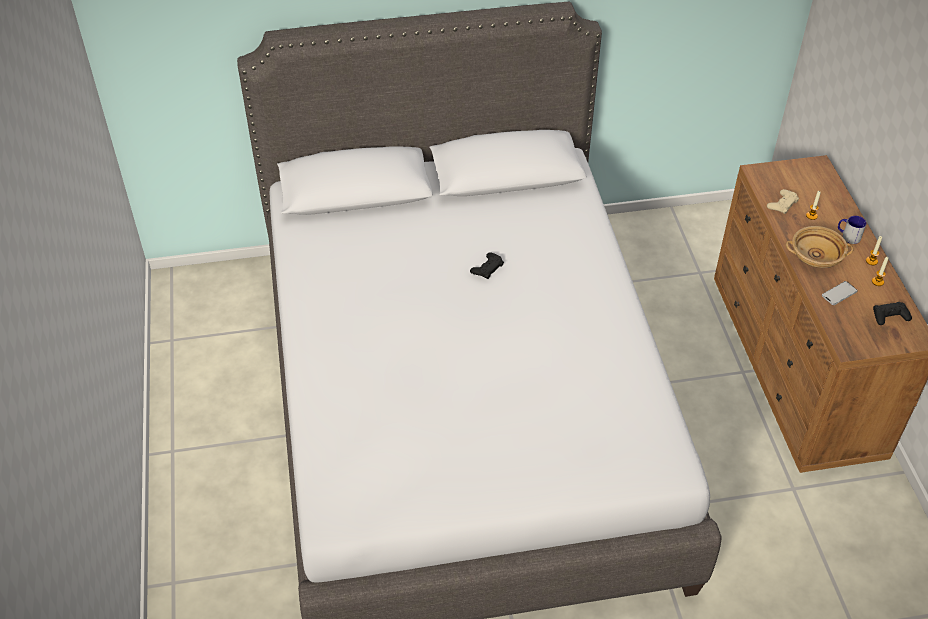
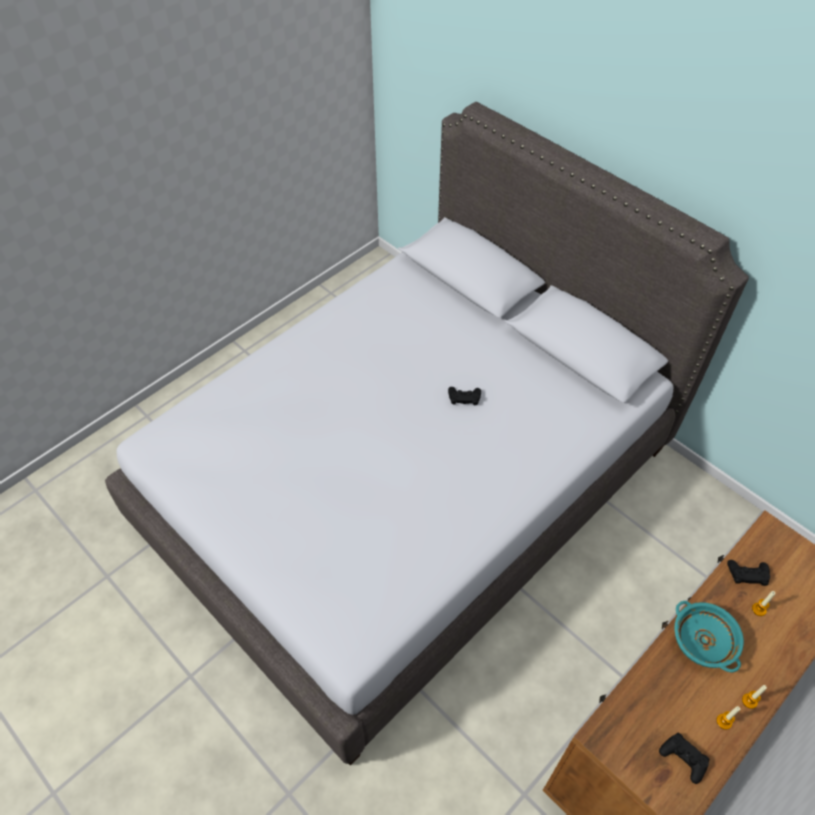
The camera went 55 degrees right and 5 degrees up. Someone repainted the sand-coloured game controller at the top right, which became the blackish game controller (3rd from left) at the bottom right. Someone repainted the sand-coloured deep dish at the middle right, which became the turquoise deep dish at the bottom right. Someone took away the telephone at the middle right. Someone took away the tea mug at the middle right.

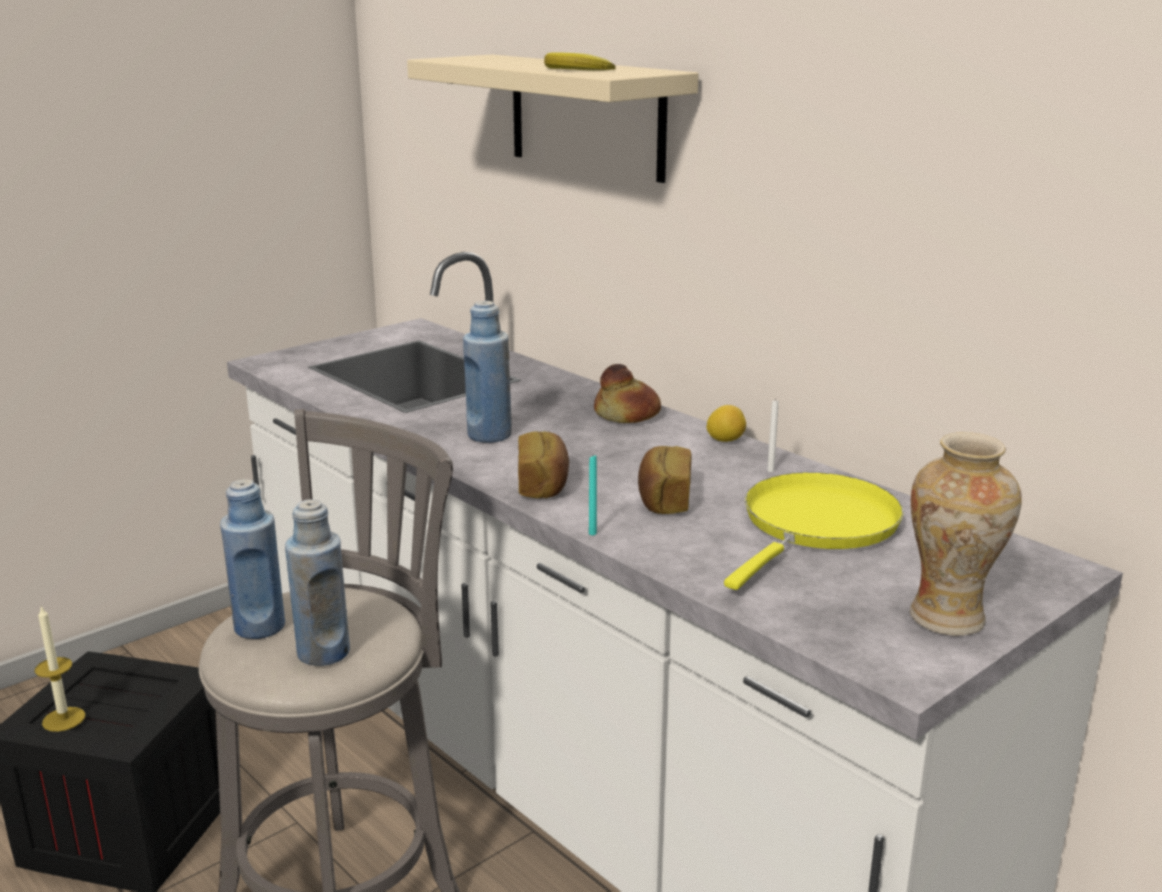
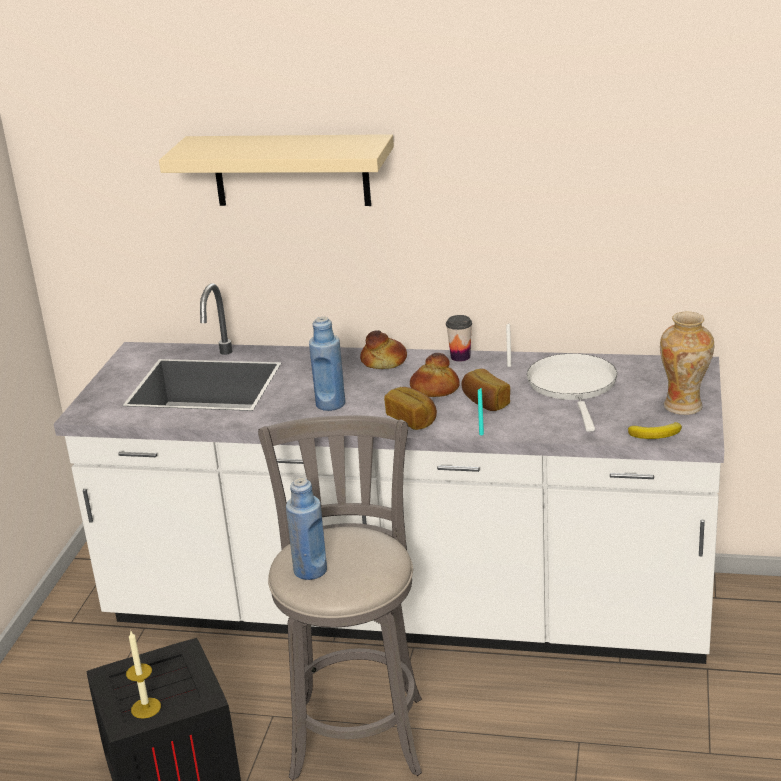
The camera went 35 degrees left and 5 degrees up. Someone took away the blue-coloured bottle (2nd from left) at the middle left. Someone carried the banana from the top centre to the middle right. Someone swapped the lemon at the centre for the cup at the centre. Someone repainted the yellow frying pan at the middle right, which became the whitish frying pan at the middle right. Someone put down the bread (3rd from left) at the centre.

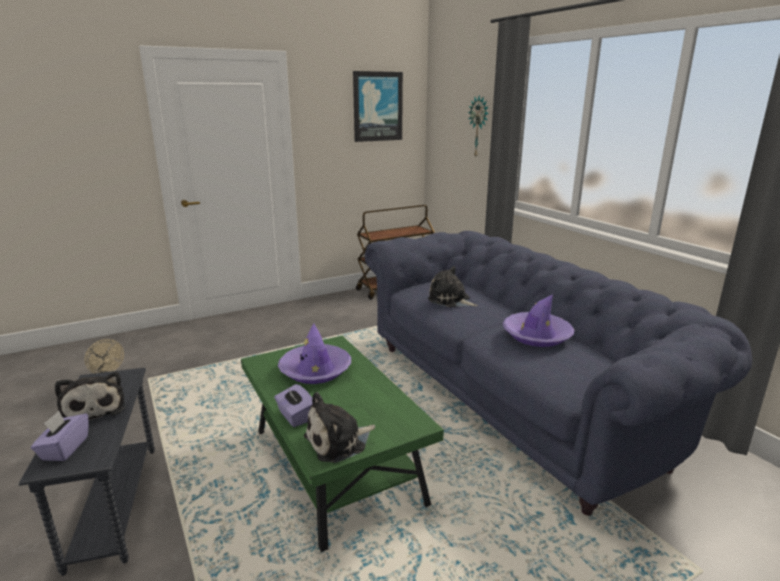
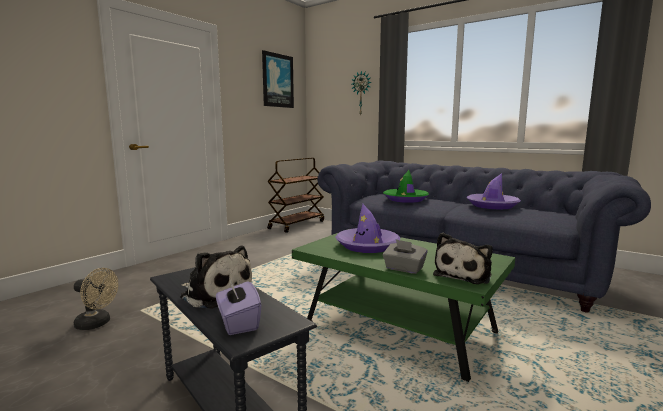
The camera went 25 degrees left and 10 degrees down. Someone repainted the purple tissue holder (2nd from left) at the bottom centre, which became the greyish tissue holder at the centre. Someone swapped the soft toy (3rd from left) at the centre for the green-coloured clothing hat at the centre.

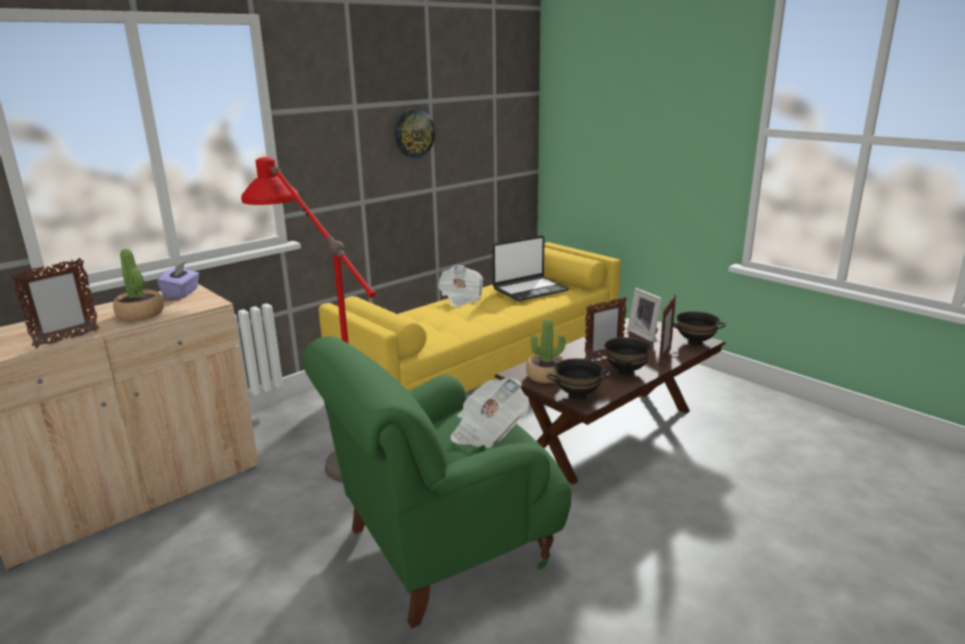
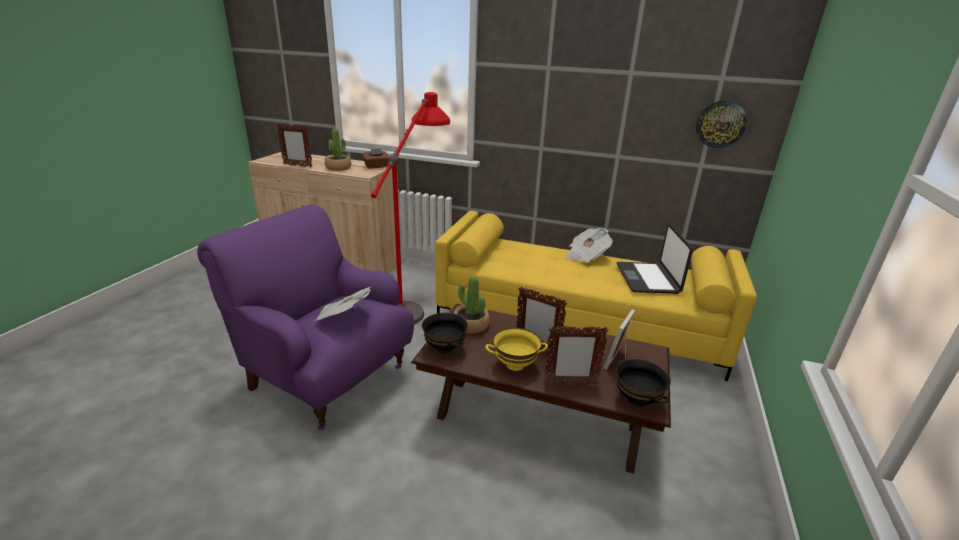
The camera went 60 degrees right and 5 degrees up. Someone repainted the purple tissue holder at the middle left, which became the brown tissue holder at the top centre. Someone repainted the green-coloured armchair at the bottom centre, which became the purple armchair at the middle left. Someone carried the hanging clock from the top centre to the top right. Someone rotated the portable computer at the centre by 60 degrees clockwise. Someone repainted the blackish deep dish (2nd from left) at the centre, which became the yellow deep dish at the centre.

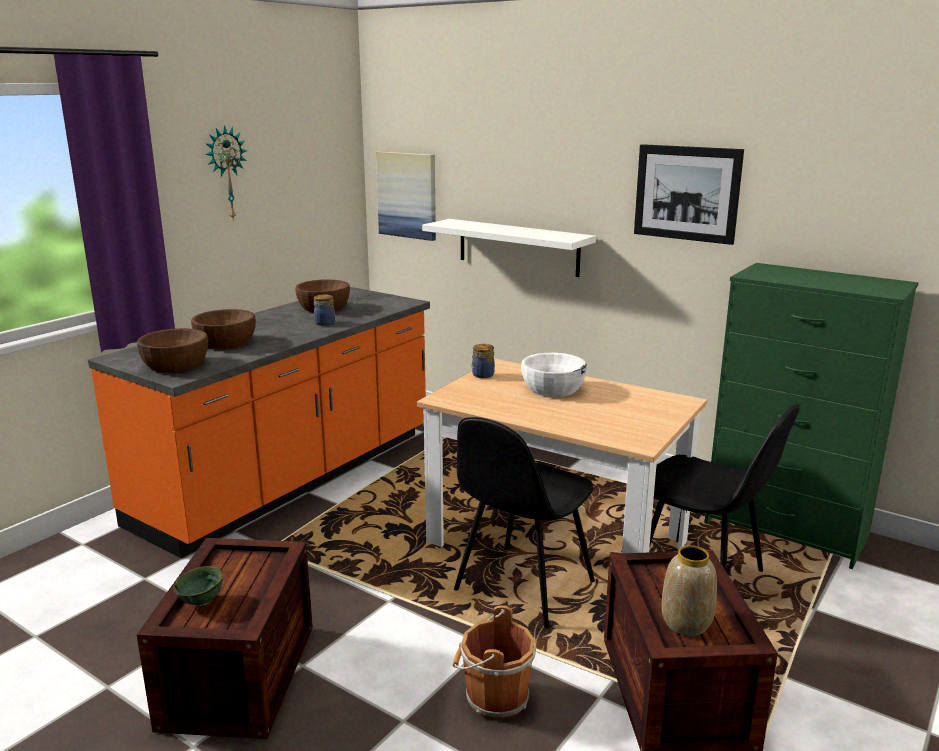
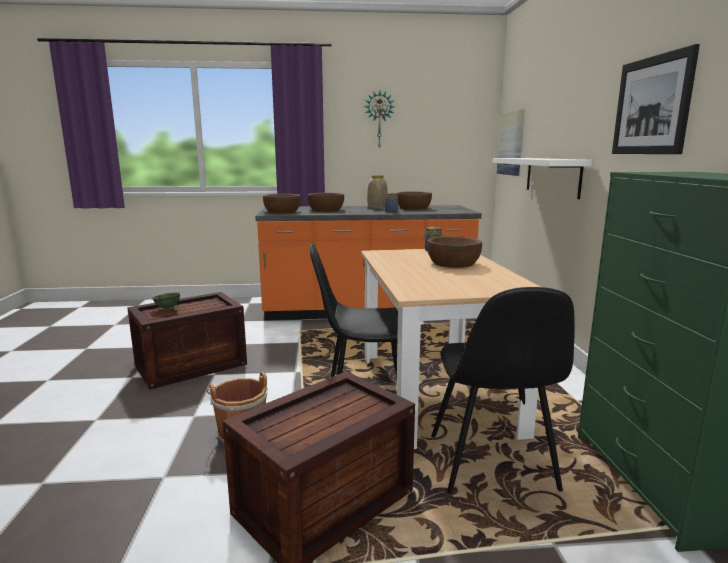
The camera went 50 degrees right and 5 degrees down. Someone repainted the whitish deep dish at the centre, which became the brown deep dish (4th from left) at the centre. Someone carried the flower vase from the bottom right to the centre.

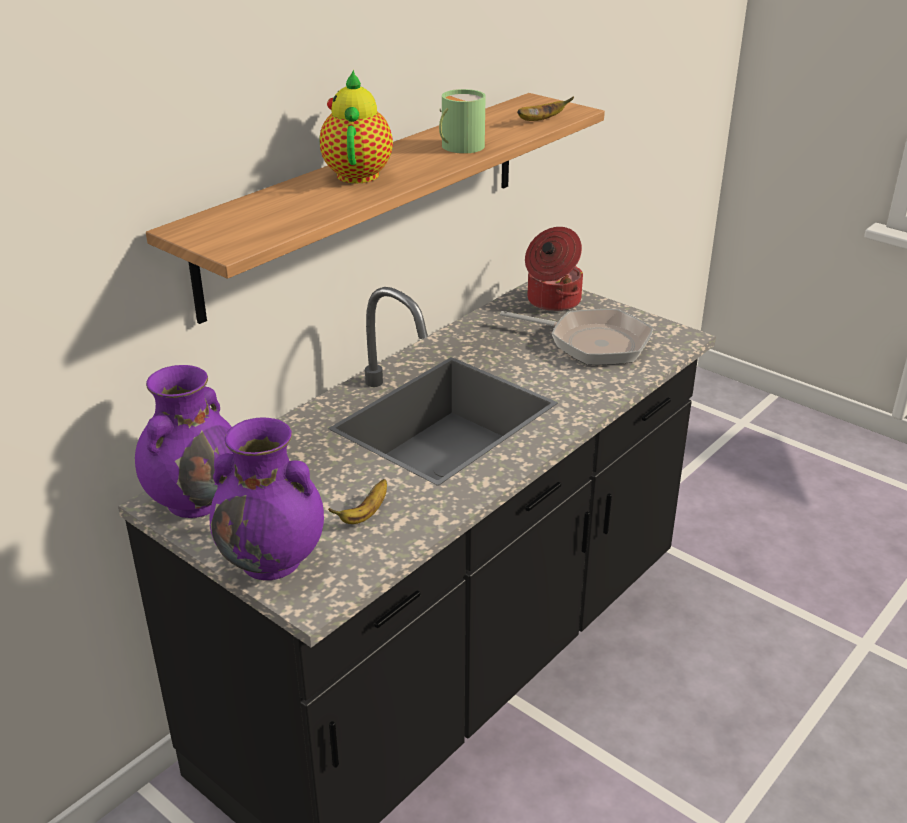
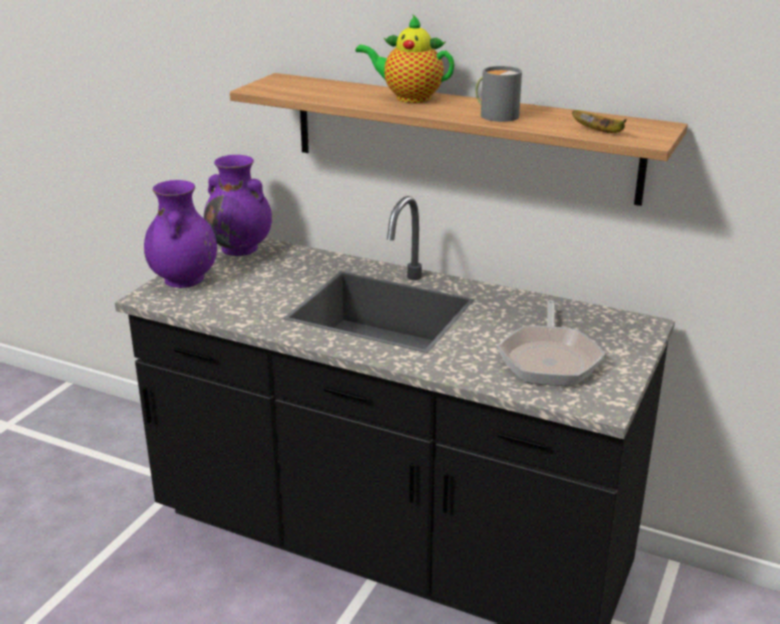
The camera went 75 degrees right and 5 degrees down. Someone rotated the pot for tea at the top centre by 150 degrees counterclockwise. Someone took away the banana (1st from left) at the centre. Someone repainted the green-coloured tea mug at the top centre, which became the greyish tea mug at the top centre. Someone took away the saucepot at the top centre.

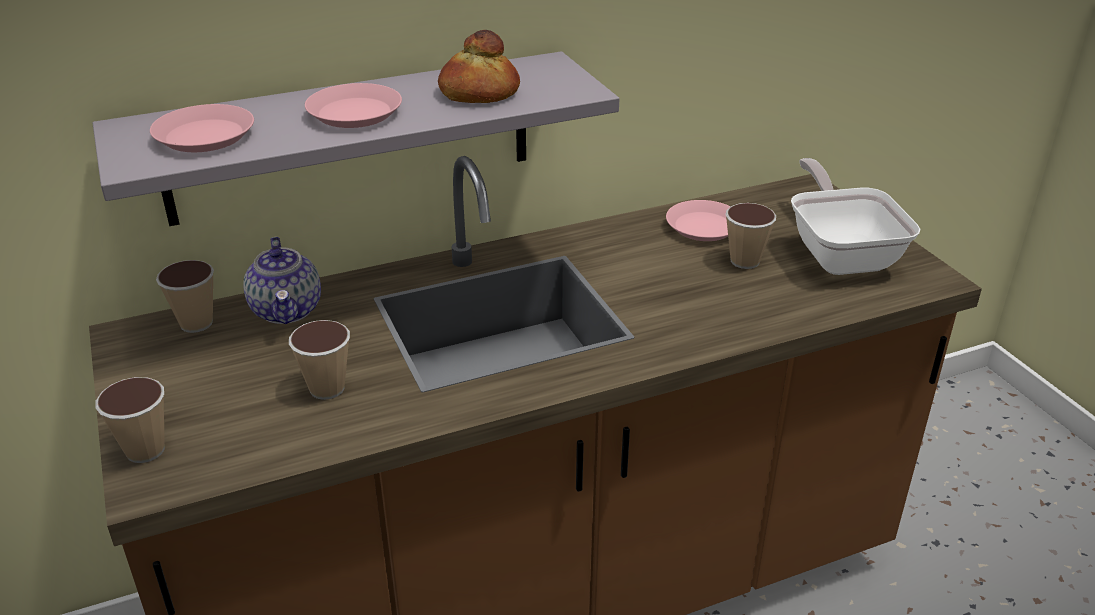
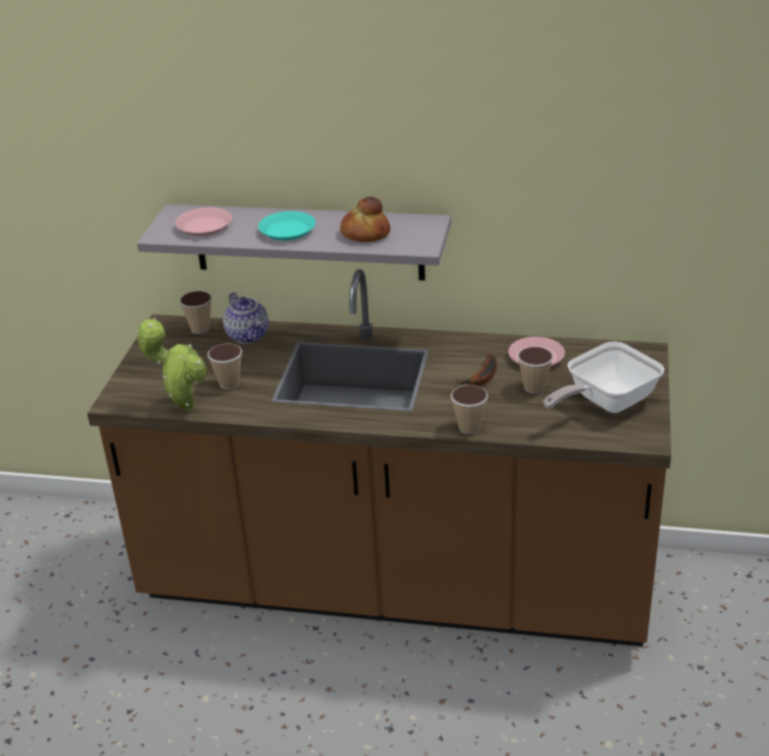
The camera went 35 degrees right and 0 degrees up. Someone carried the cup (1st from left in the first image) from the bottom left to the centre. Someone rotated the pot for tea at the middle left by 45 degrees counterclockwise. Someone repainted the pink-coloured flat dish (2nd from left) at the top left, which became the turquoise flat dish at the top centre. Someone rotated the frying pan at the middle right by 150 degrees counterclockwise. Someone put down the plant in a pot at the middle left. Someone put down the banana at the centre.

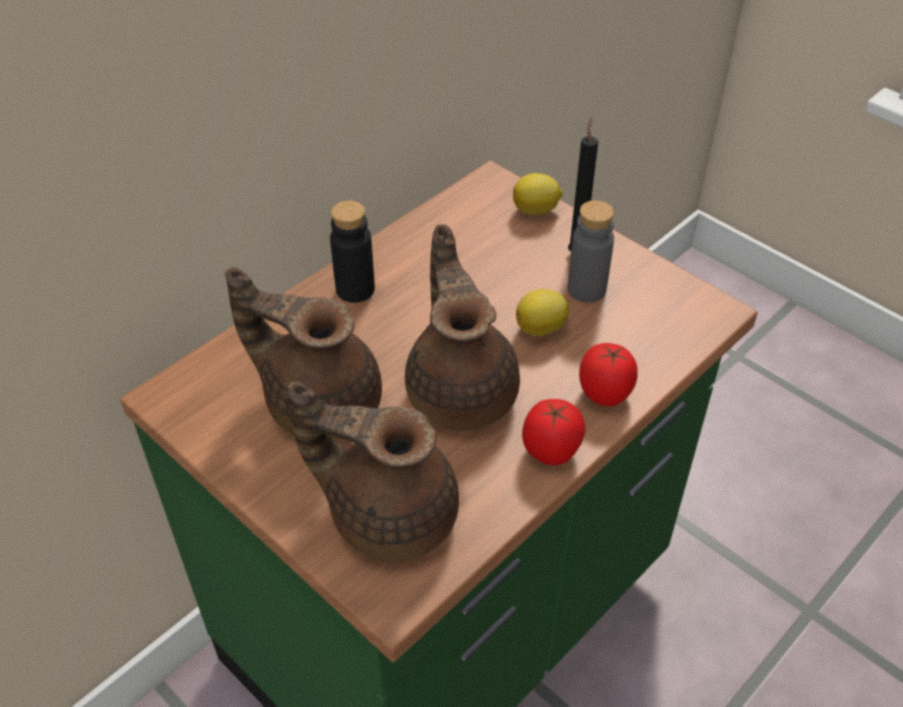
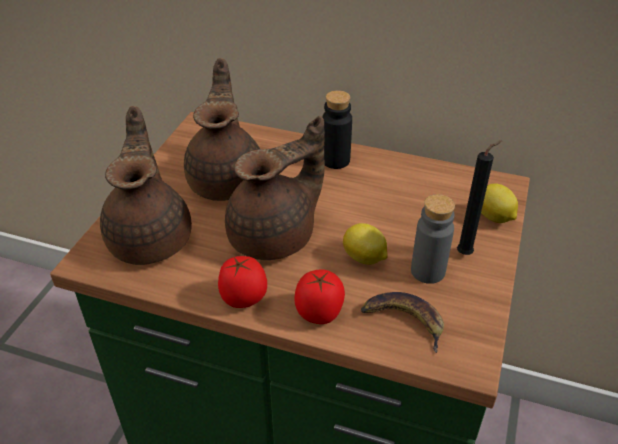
The camera went 65 degrees right and 5 degrees down. Someone put down the banana at the bottom centre.

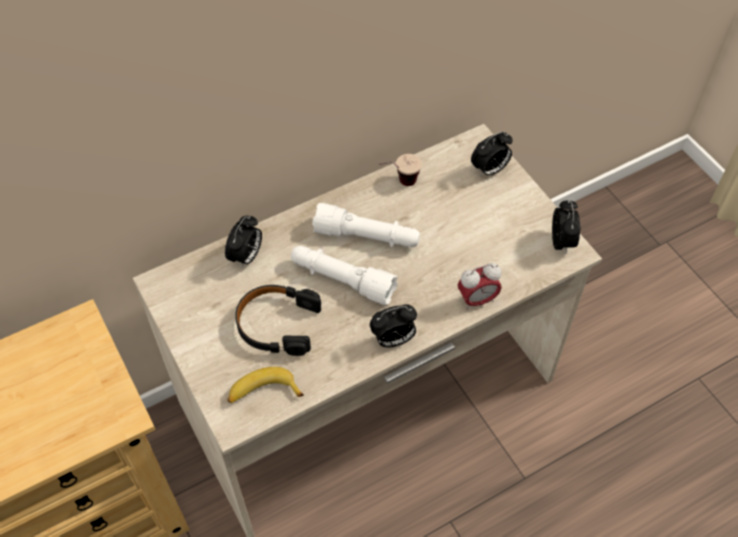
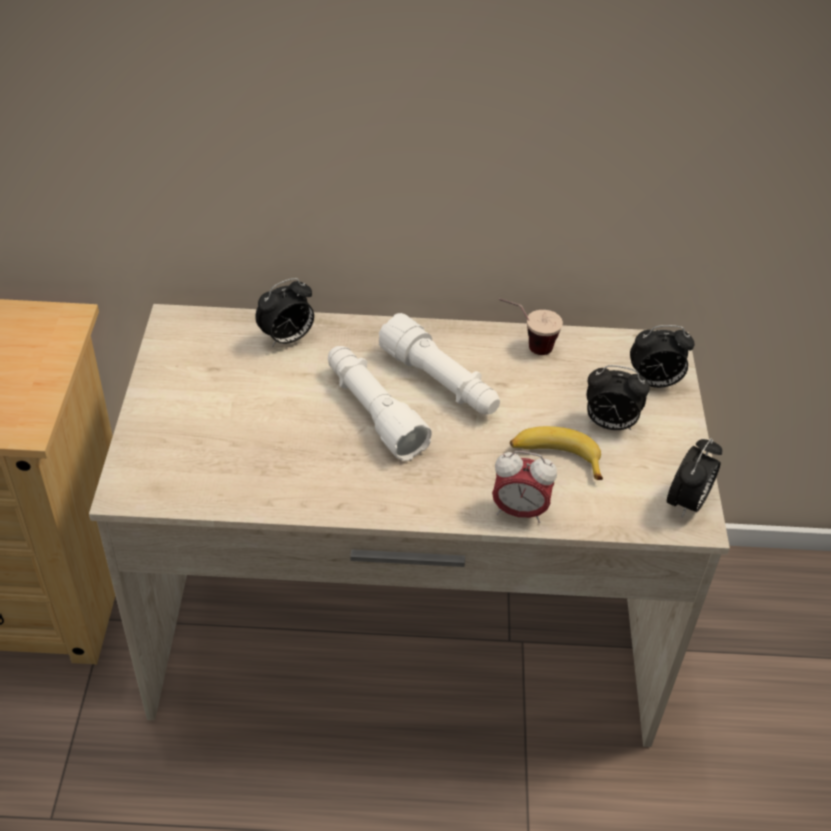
The camera went 30 degrees right and 10 degrees down. Someone carried the banana from the bottom centre to the middle right. Someone took away the blackish pair of headphones at the centre. Someone carried the alarm clock (2nd from left in the first image) from the centre to the middle right.

